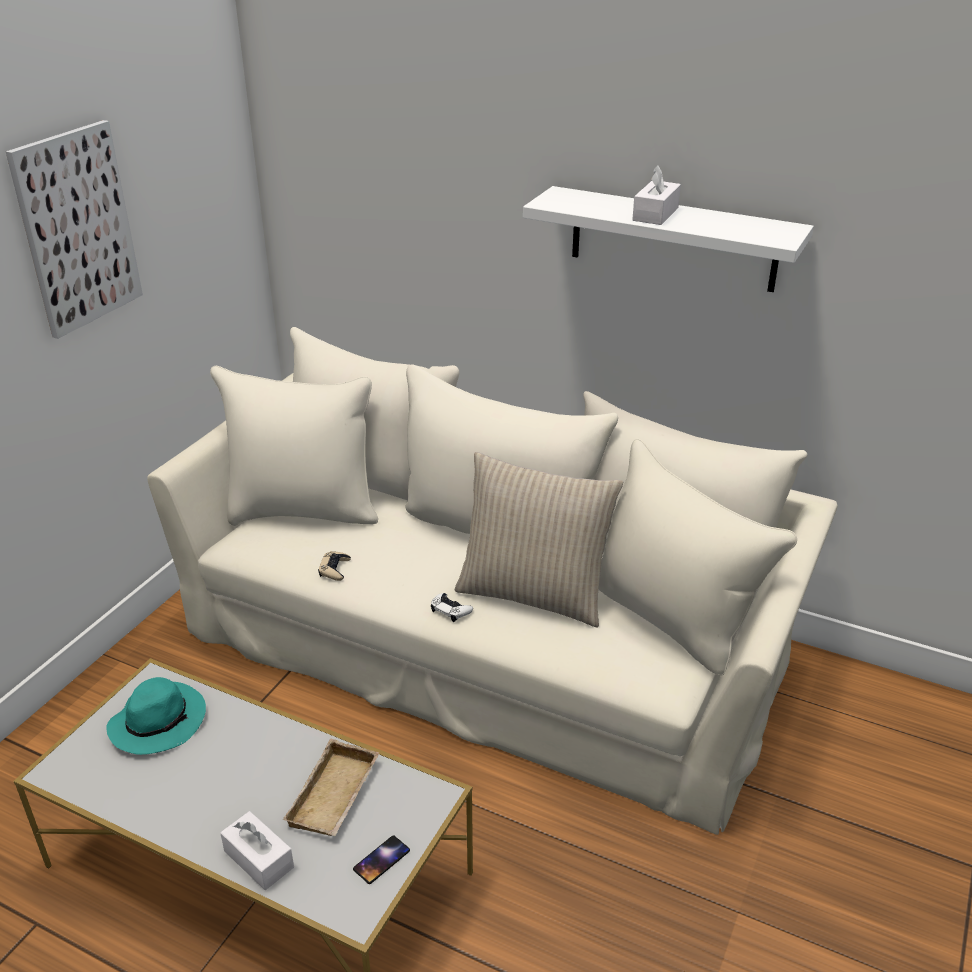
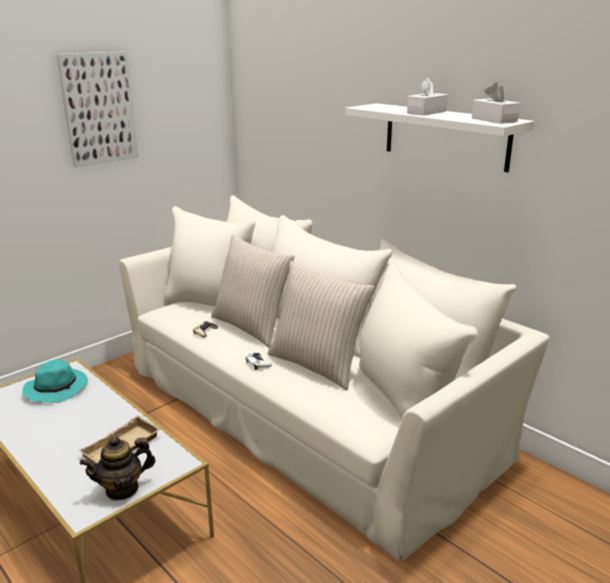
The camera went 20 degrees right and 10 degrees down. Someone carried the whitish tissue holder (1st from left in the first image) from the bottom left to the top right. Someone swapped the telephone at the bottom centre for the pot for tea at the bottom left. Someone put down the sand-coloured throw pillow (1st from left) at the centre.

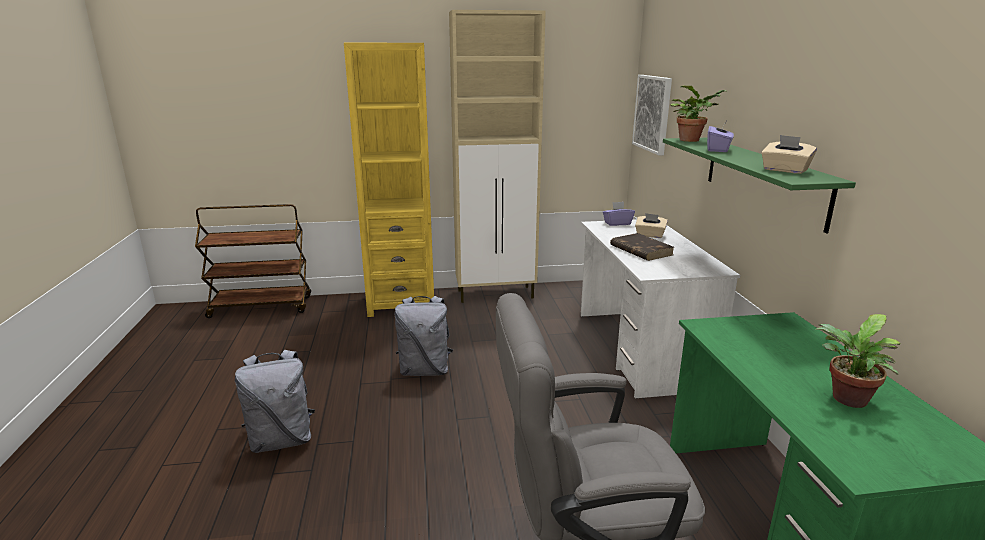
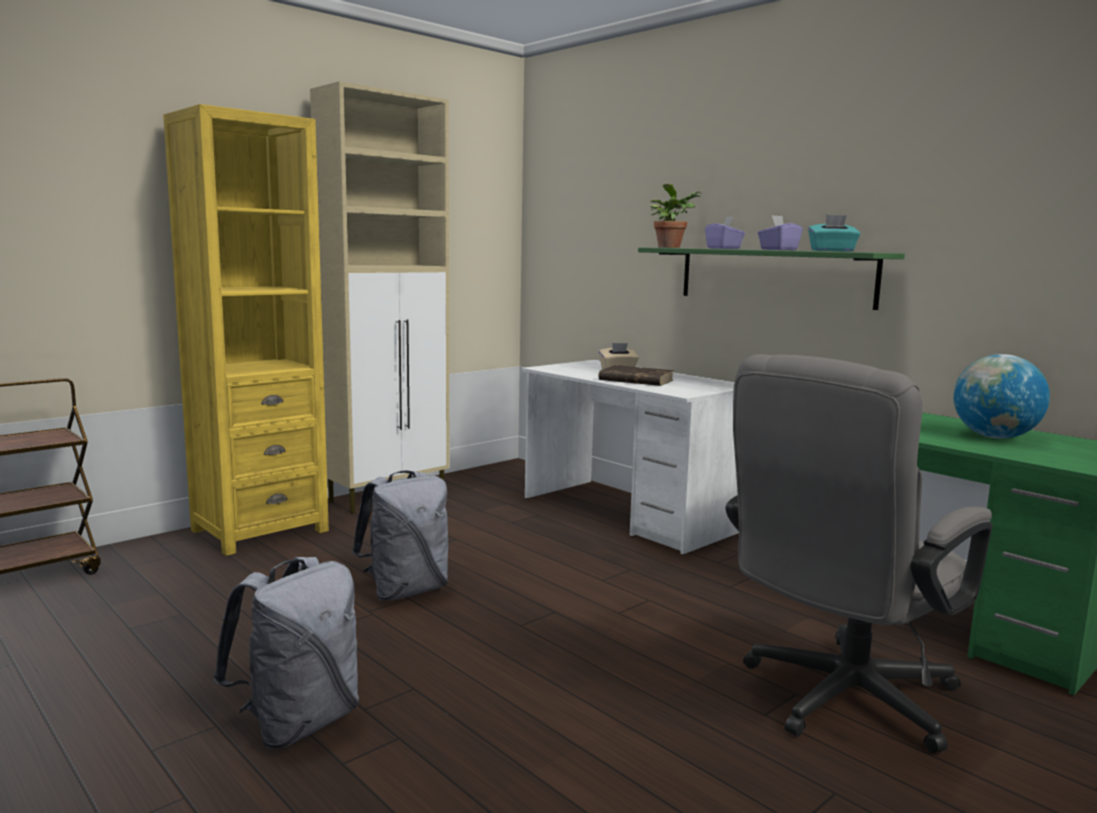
The camera went 35 degrees left and 10 degrees down. Someone carried the purple tissue holder (1st from left in the first image) from the centre to the top right. Someone took away the wall picture at the top centre. Someone repainted the sand-coloured tissue holder (2nd from left) at the top right, which became the turquoise tissue holder at the top right. Someone swapped the plant in a pot (2nd from left) at the bottom right for the world globe at the middle right.

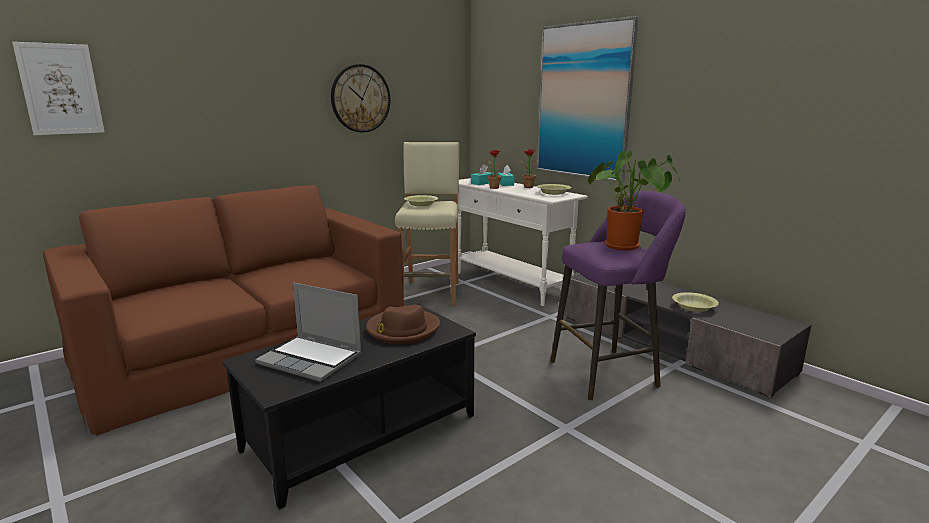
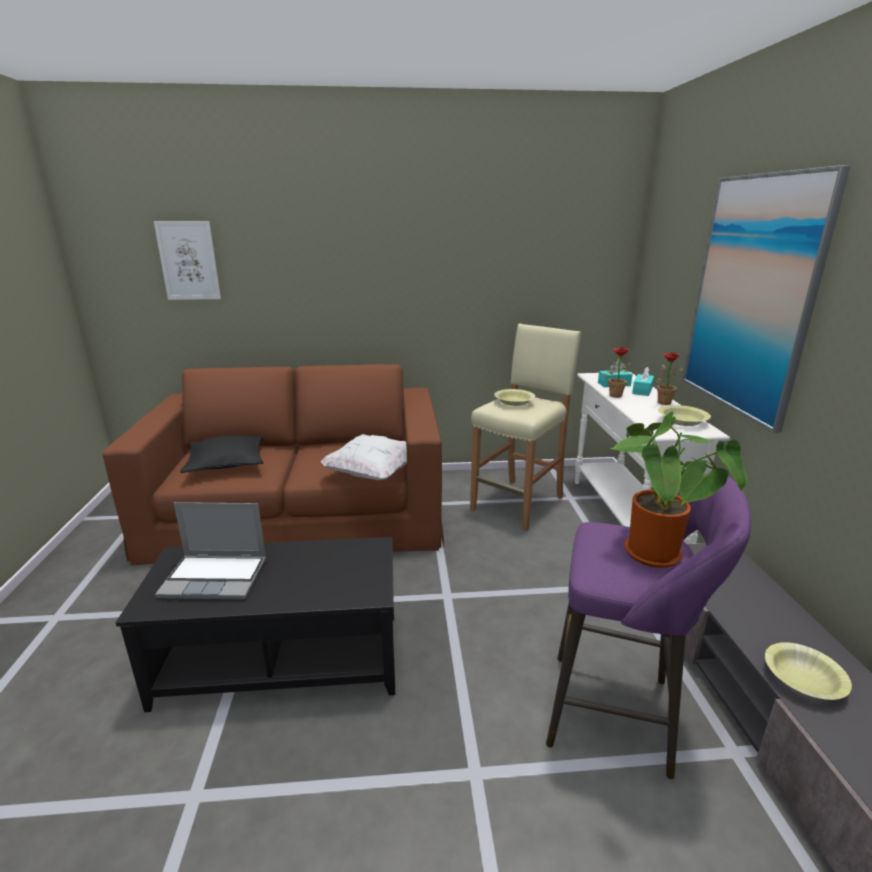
The camera went 35 degrees right and 5 degrees up. Someone rotated the portable computer at the middle left by 60 degrees counterclockwise. Someone took away the hanging clock at the top centre. Someone took away the brown clothing hat at the centre. Someone put down the blackish throw pillow at the middle left. Someone put down the whitish throw pillow at the centre.

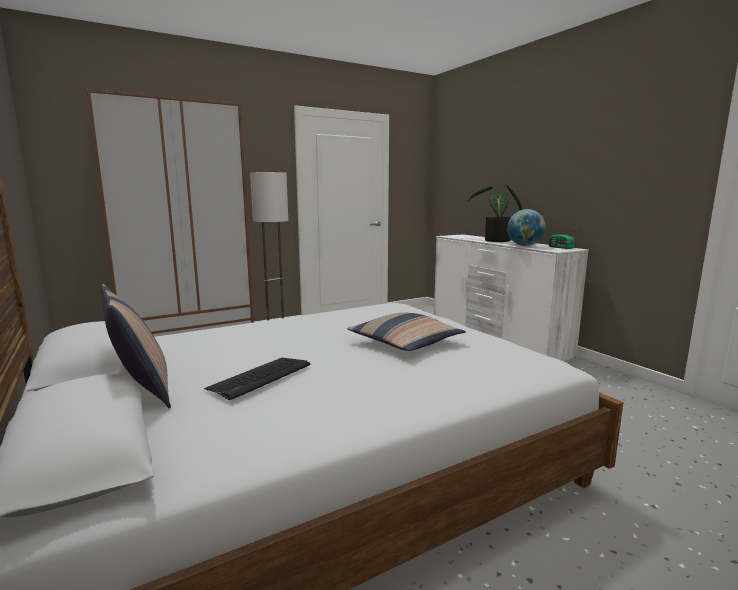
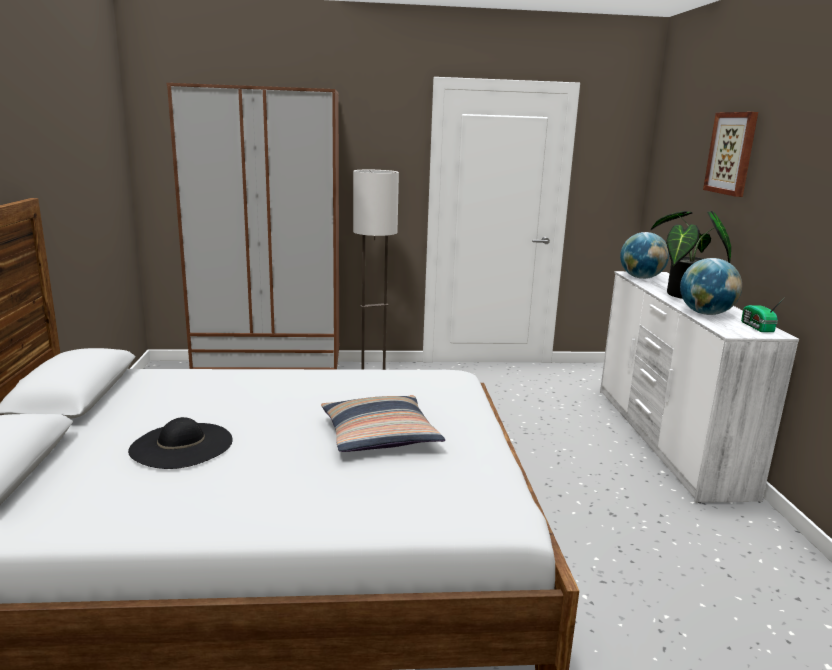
The camera went 25 degrees right and 5 degrees up. Someone took away the throw pillow (1st from left) at the middle left. Someone swapped the keyboard at the centre for the blackish clothing hat at the middle left. Someone put down the world globe (1st from left) at the middle right. Someone put up the wall picture at the top right.

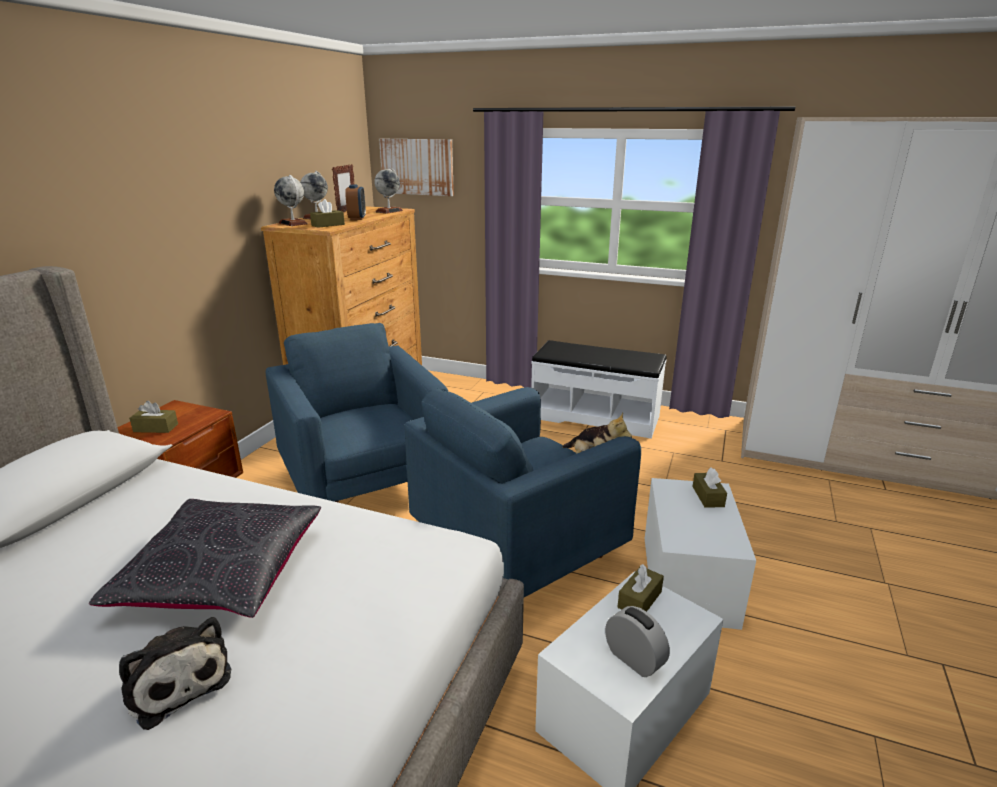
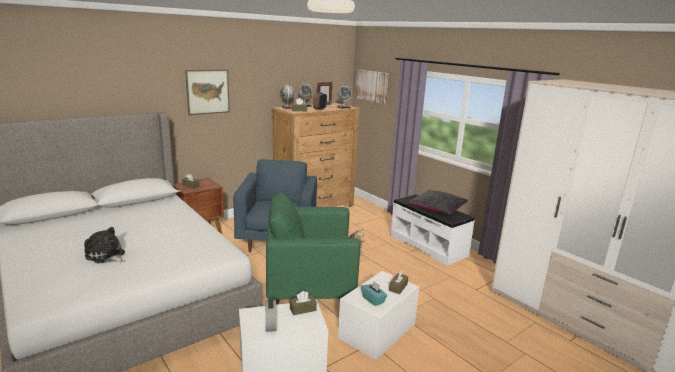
The camera went 30 degrees right and 5 degrees down. Someone carried the blackish throw pillow from the bottom left to the centre. Someone rotated the soft toy (1st from left) at the bottom left by 135 degrees clockwise. Someone repainted the blue-coloured armchair (2nd from left) at the centre, which became the green-coloured armchair at the bottom centre. Someone put up the wall picture (1st from left) at the top left. Someone put down the turquoise tissue holder at the bottom centre.

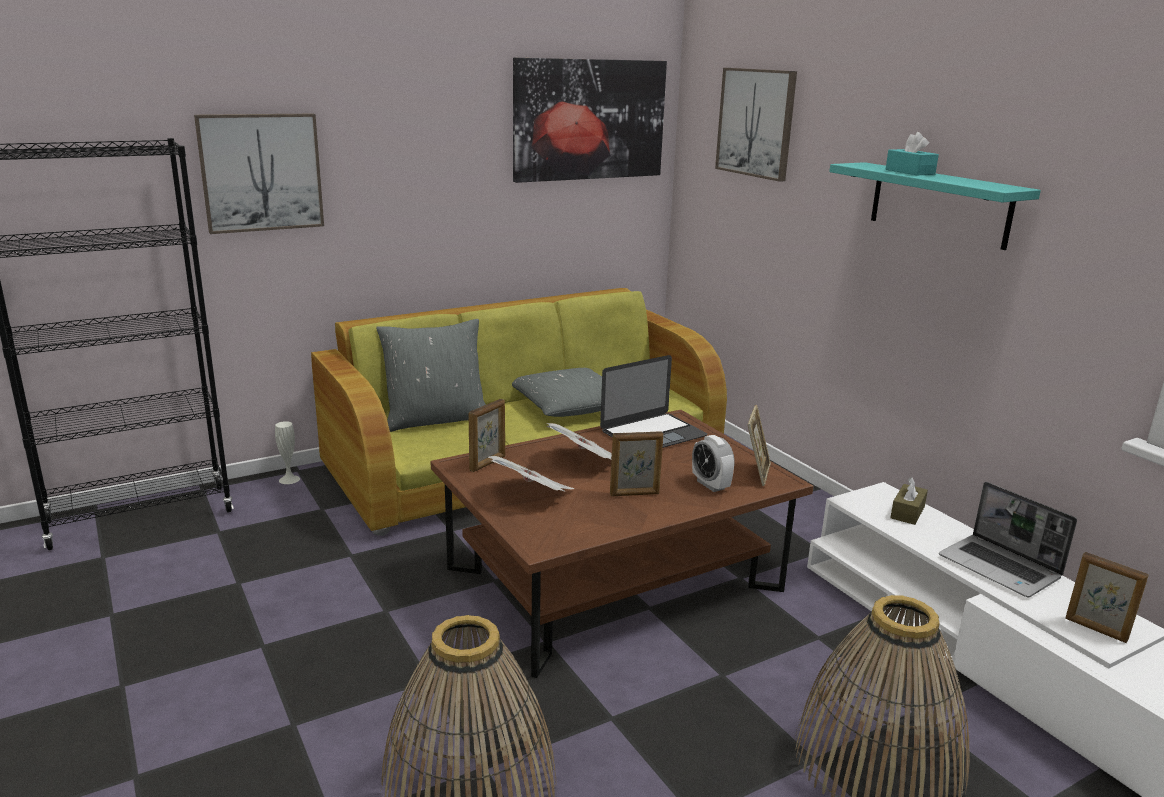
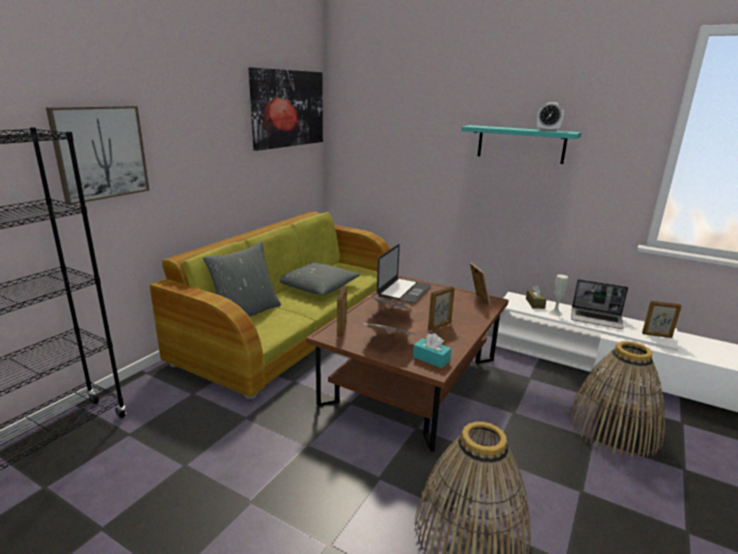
The camera went 30 degrees left and 0 degrees up. Someone carried the whitish flower vase from the middle left to the middle right. Someone carried the alarm clock from the centre to the top right. Someone took away the wall picture (3rd from left) at the top centre. Someone carried the turquoise tissue holder from the top right to the centre.

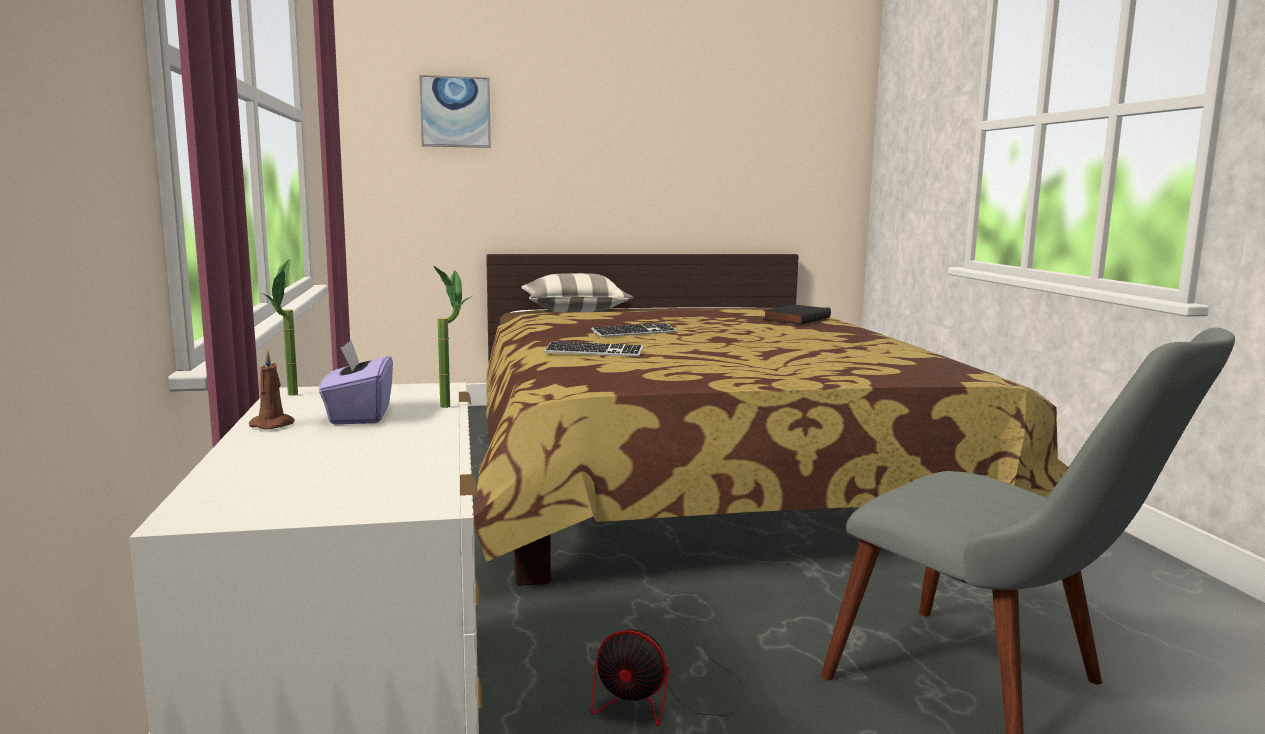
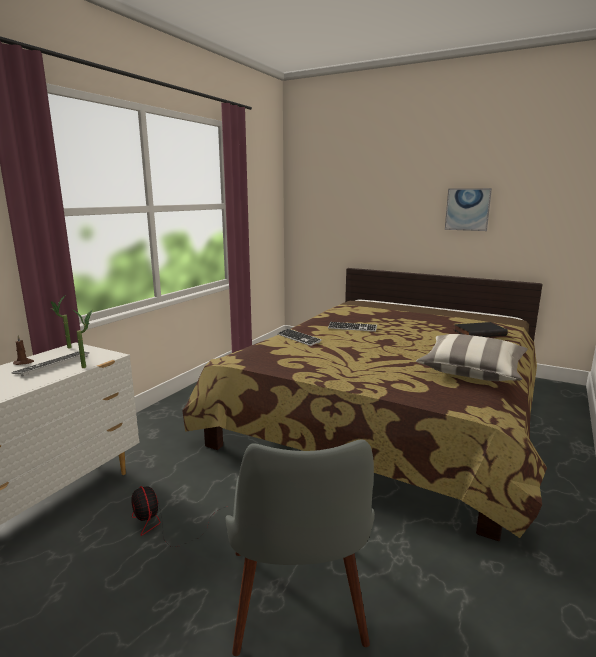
The camera went 40 degrees right and 5 degrees up. Someone swapped the purple tissue holder at the middle left for the keyboard (1st from left) at the middle left. Someone carried the wall picture from the top centre to the top right. Someone carried the throw pillow from the centre to the middle right.

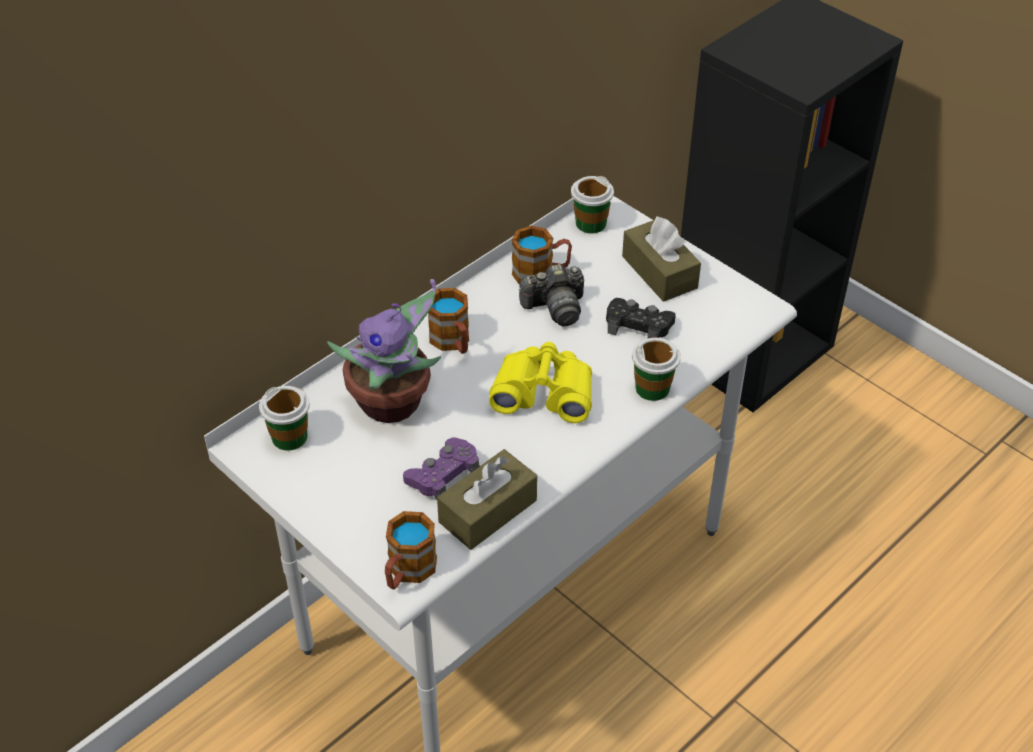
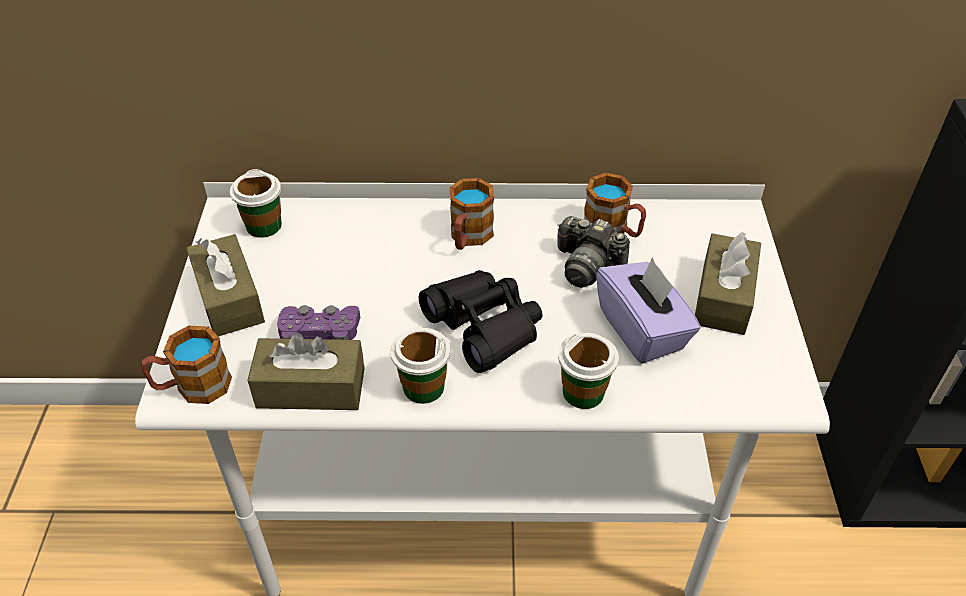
The camera went 45 degrees right and 0 degrees up. Someone took away the plant in a pot at the centre. Someone repainted the yellow pair of binoculars at the centre, which became the blackish pair of binoculars at the centre. Someone carried the cup (2nd from left) from the top centre to the centre. Someone swapped the blackish game controller at the centre for the purple tissue holder at the middle right. Someone put down the brown tissue holder (1st from left) at the middle left.

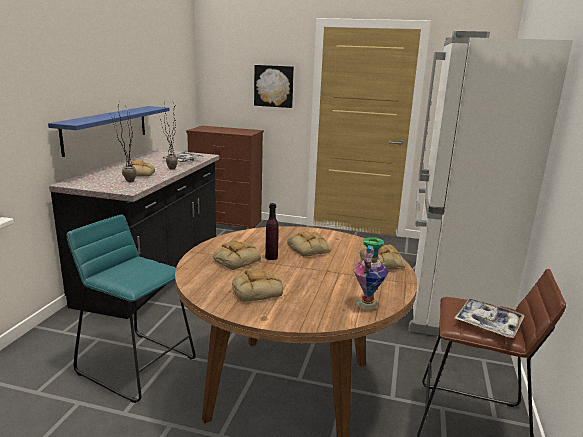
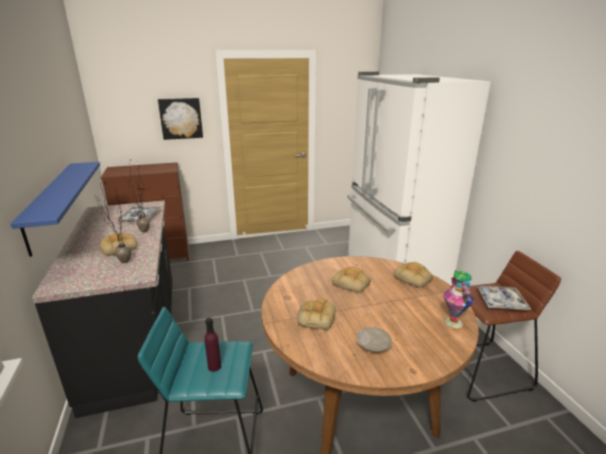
The camera went 30 degrees left and 5 degrees up. Someone swapped the bread (3rd from left) at the centre for the sand-coloured flat dish at the bottom centre. Someone carried the purple bottle from the centre to the bottom centre.

